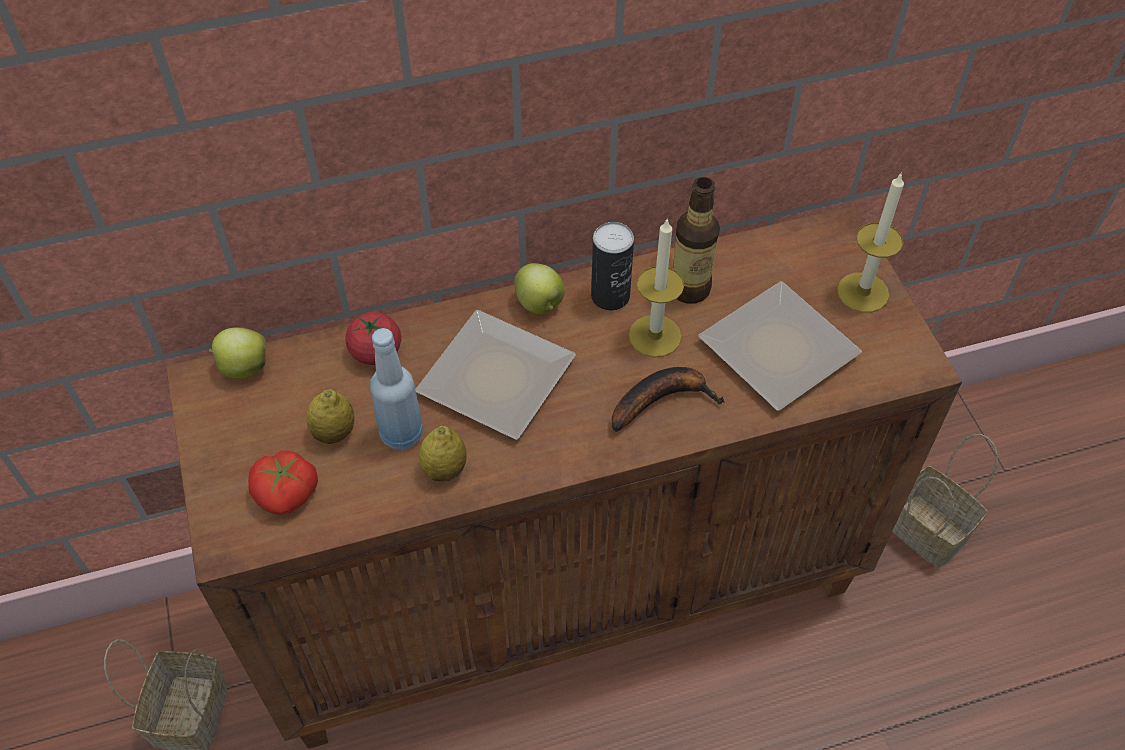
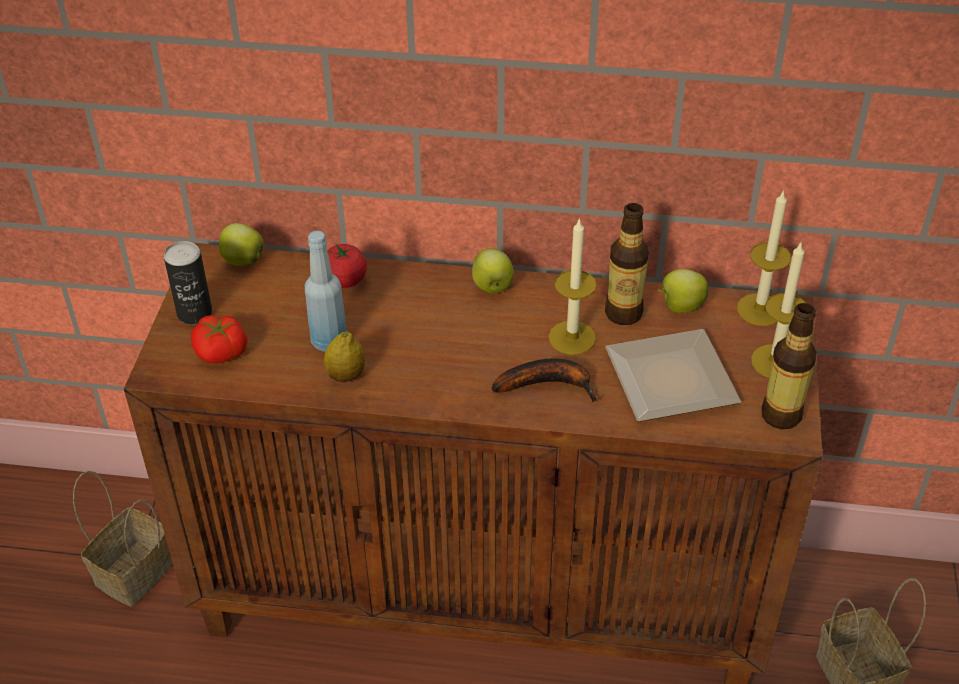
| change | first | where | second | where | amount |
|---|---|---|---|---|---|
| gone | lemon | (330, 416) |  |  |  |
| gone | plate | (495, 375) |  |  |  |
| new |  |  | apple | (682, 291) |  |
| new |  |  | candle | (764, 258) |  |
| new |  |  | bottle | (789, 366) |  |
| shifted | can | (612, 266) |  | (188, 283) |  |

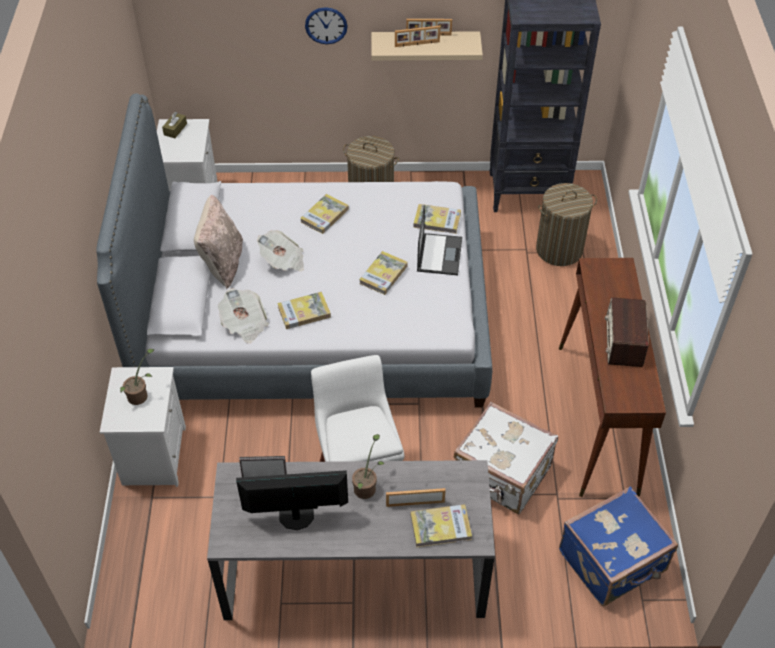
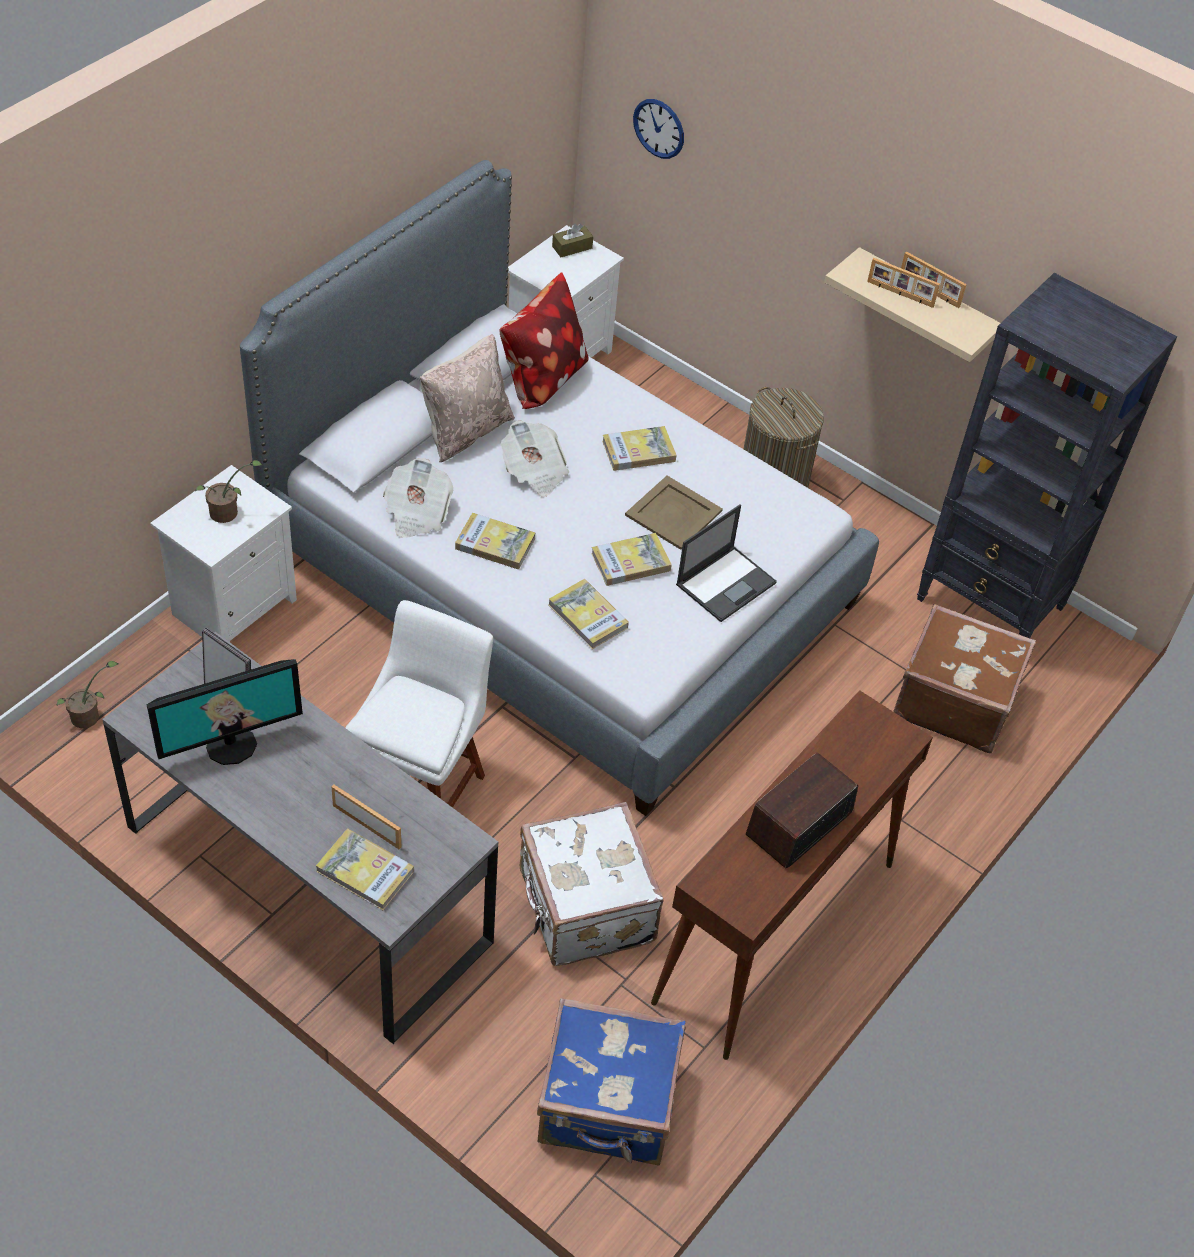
| change | first | where | second | where | amount |
|---|---|---|---|---|---|
| new |  |  | pillow | (544, 340) |  |
| new |  |  | tray in beige | (674, 513) |  |
| shifted | wall clock | (326, 25) |  | (658, 129) |  |
| shifted | potted plant | (368, 466) |  | (87, 694) |  |
| shifted | book | (437, 219) |  | (589, 614) |  |
| swapped | laundry basket | (566, 224) | suitcase in brown | (964, 678) |  |
| rotated | monitor | (292, 500) |  | (225, 712) | 120 degrees clockwise |

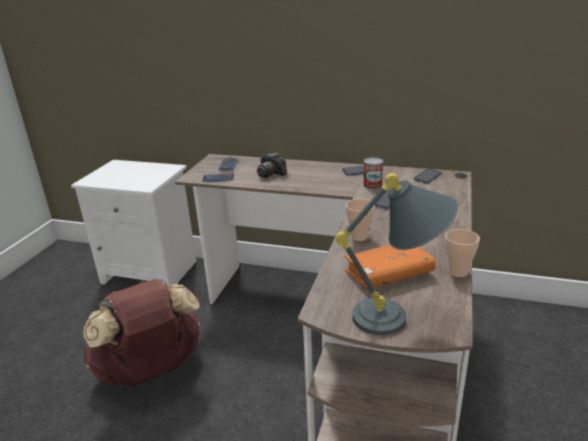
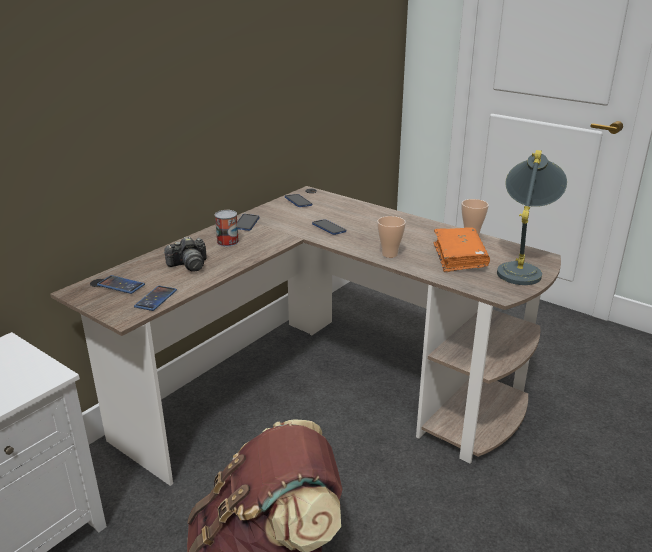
| change | first | where | second | where | amount |
|---|---|---|---|---|---|
| shifted | can | (373, 173) |  | (227, 228) |  |

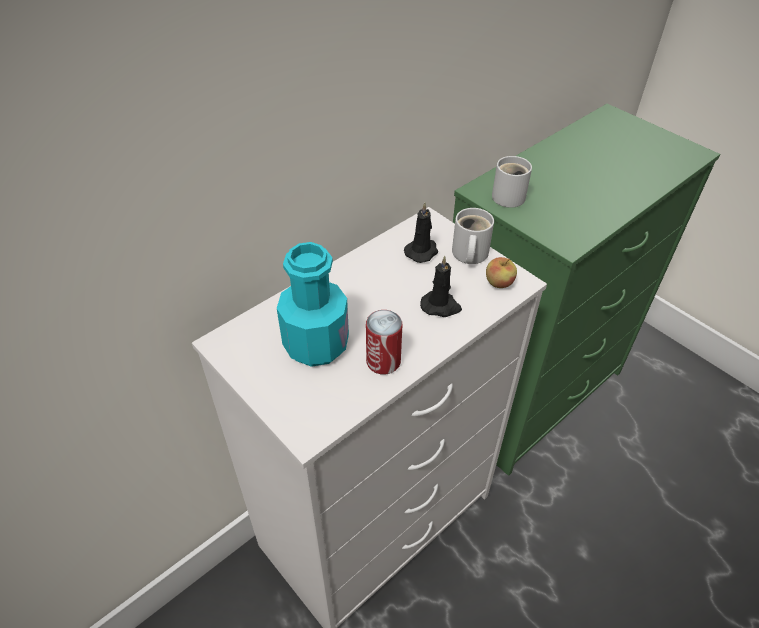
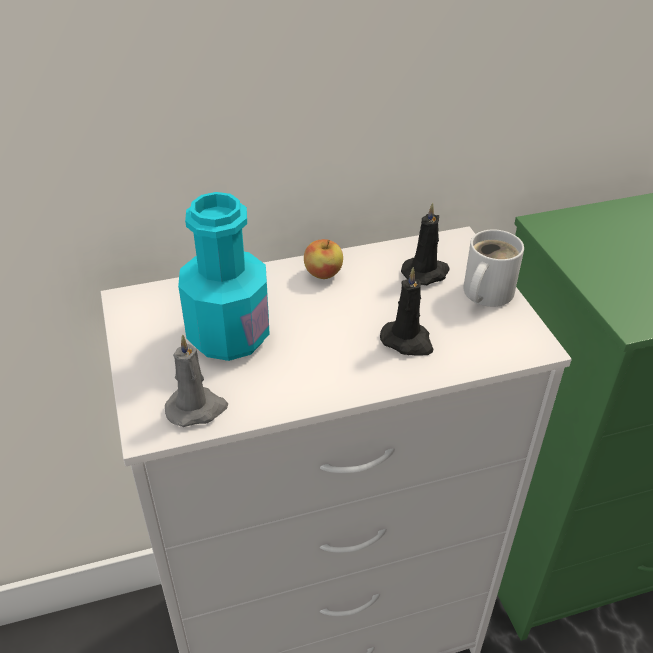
| change | first | where | second | where | amount |
|---|---|---|---|---|---|
| gone | can | (384, 342) |  |  |  |
| gone | mug in white | (512, 182) |  |  |  |
| new |  |  | candle in grey | (196, 381) |  |
| shifted | apple | (501, 272) |  | (323, 259) |  |

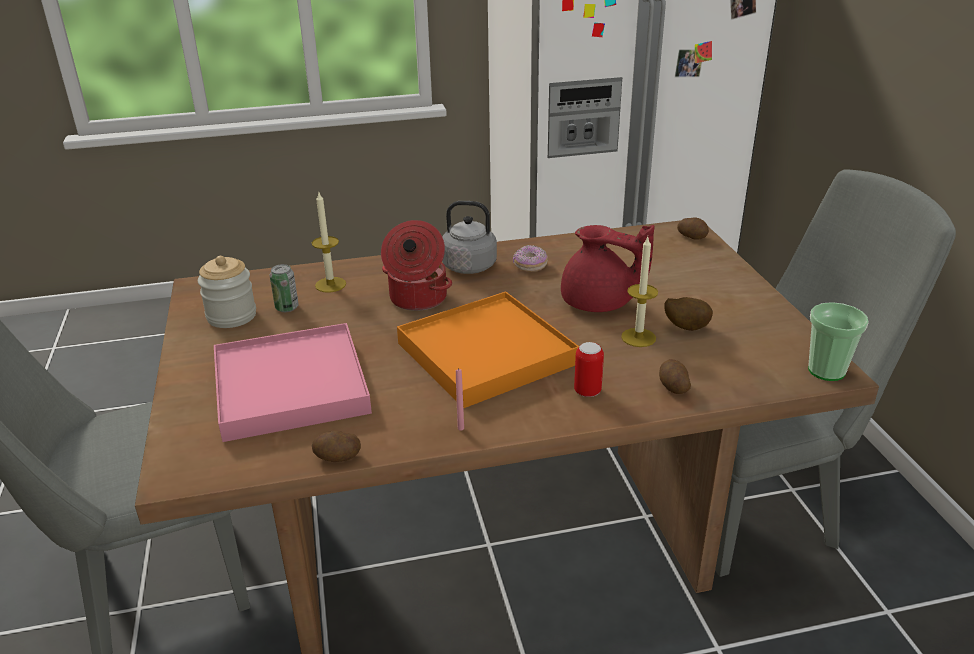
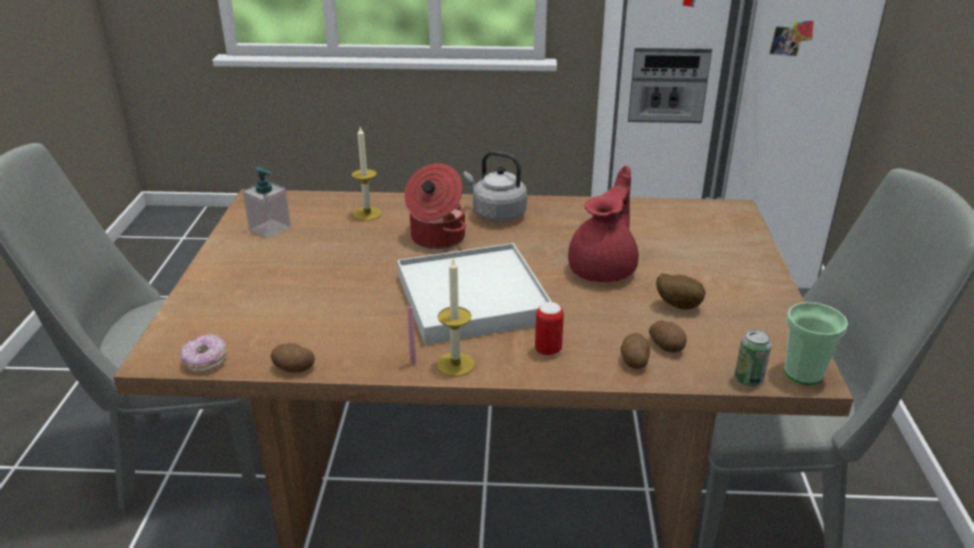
| change | first | where | second | where | amount |
|---|---|---|---|---|---|
| gone | tray in pink | (293, 382) |  |  |  |
| shifted | can | (284, 288) |  | (753, 357) |  |
| shifted | donut | (530, 258) |  | (203, 353) |  |
| shifted | candle | (639, 292) |  | (456, 318) |  |
| shifted | potato | (693, 229) |  | (668, 337) |  |
| swapped | jar | (227, 292) | soap dispenser | (266, 203) |  |
| repainted | tray in orange | (488, 350) | tray in white | (474, 294) |  |
| rotated | teapot in red | (607, 268) |  | (603, 224) | 105 degrees counterclockwise |

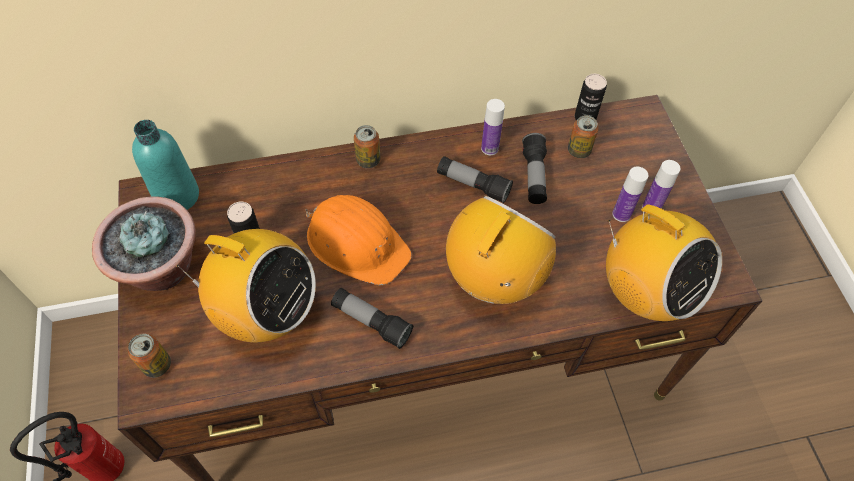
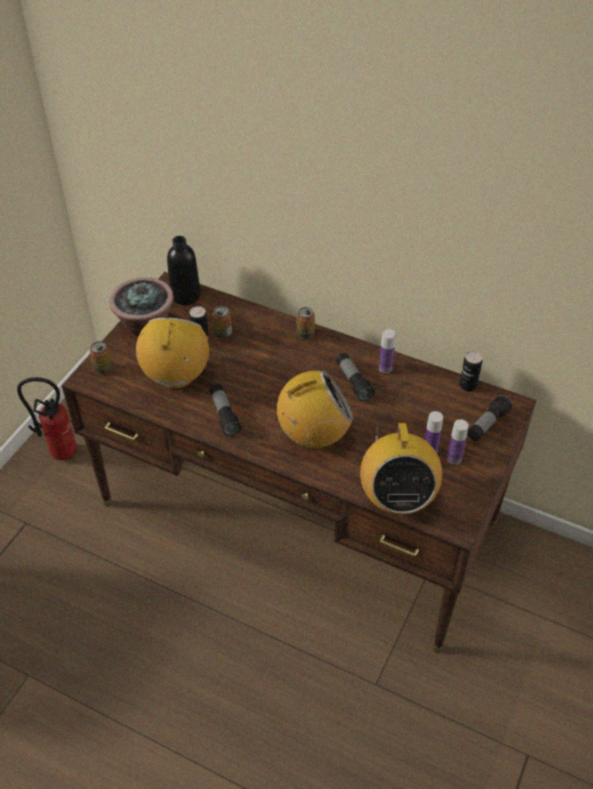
| change | first | where | second | where | amount |
|---|---|---|---|---|---|
| gone | hard hat in orange | (359, 240) |  |  |  |
| shifted | flashlight | (534, 168) |  | (489, 417) |  |
| shifted | can | (583, 136) |  | (222, 322) |  |
| repainted | bottle in turquoise | (165, 165) | bottle in black | (184, 270) |  |
| rotated | radio | (246, 285) |  | (172, 353) | 150 degrees counterclockwise |

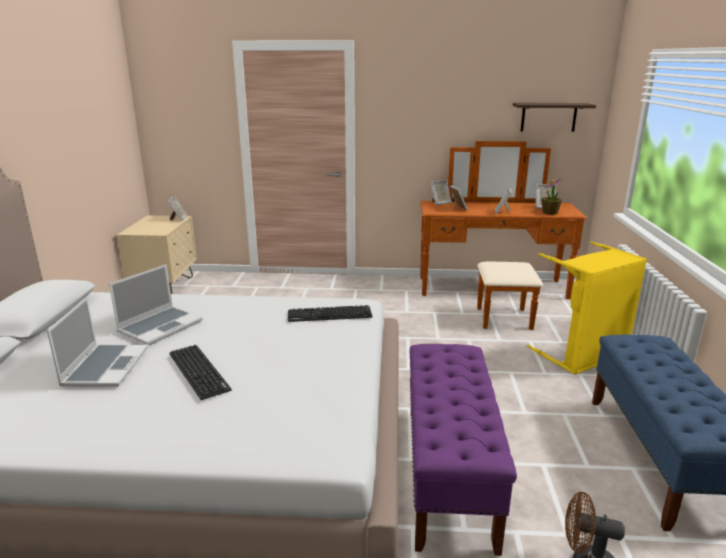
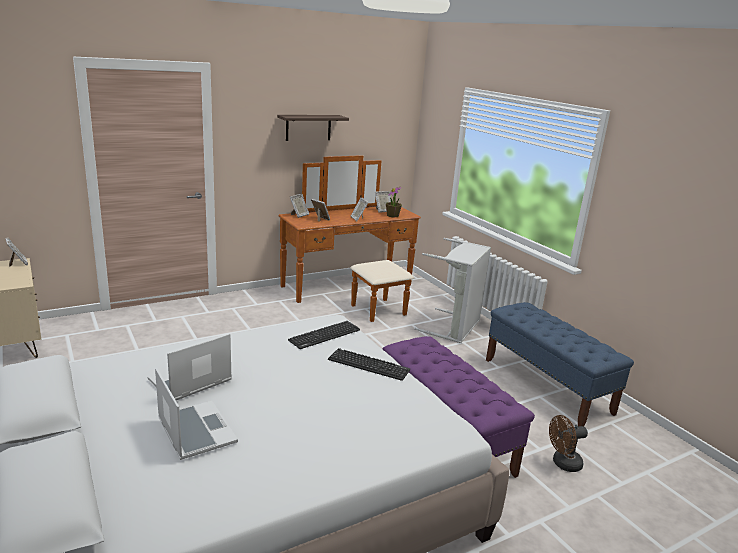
| change | first | where | second | where | amount |
|---|---|---|---|---|---|
| shifted | keyboard | (200, 372) |  | (369, 364) |  |
| shifted | shelf | (554, 117) |  | (313, 128) |  |
| repainted | laundry basket in yellow | (587, 308) | laundry basket in grey | (452, 290) |  |
| rotated | laptop | (155, 304) |  | (190, 366) | 135 degrees counterclockwise |

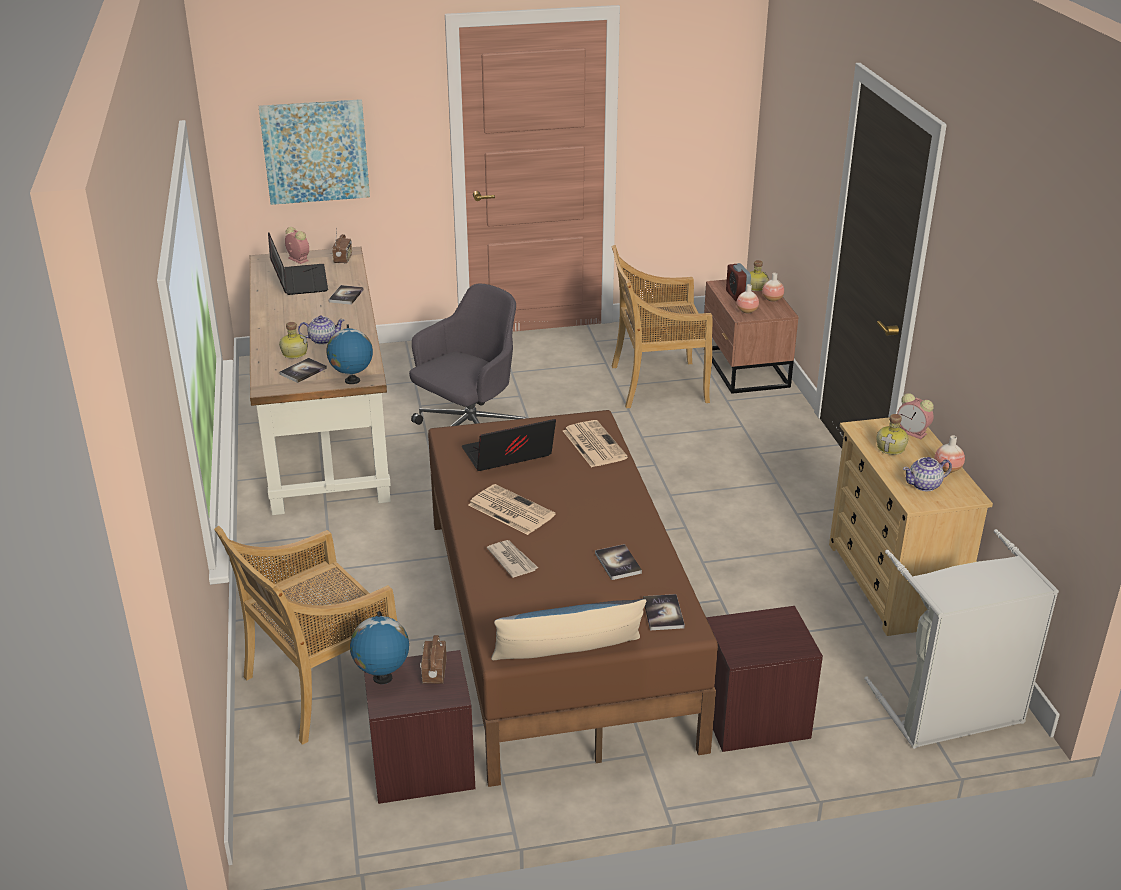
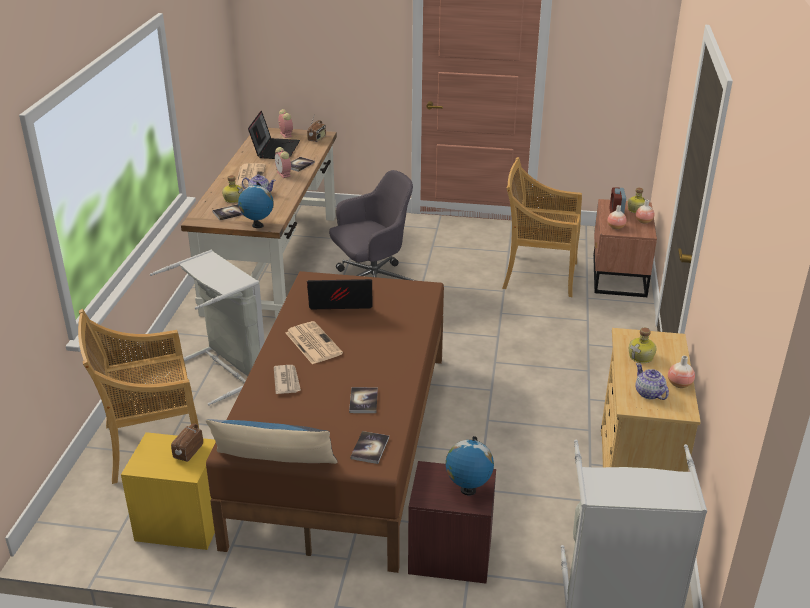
| change | first | where | second | where | amount |
|---|---|---|---|---|---|
| gone | picture | (314, 152) |  |  |  |
| new |  |  | laundry basket in grey | (207, 328) |  |
| shifted | globe | (379, 647) |  | (470, 466) |  |
| shifted | newspaper | (595, 443) |  | (251, 175) |  |
| shifted | alarm clock | (915, 416) |  | (283, 162) |  |
| repainted | nightstand in brown | (419, 727) | nightstand in yellow | (168, 491) |  |
| rotated | teapot | (927, 474) |  | (652, 381) | 60 degrees clockwise |

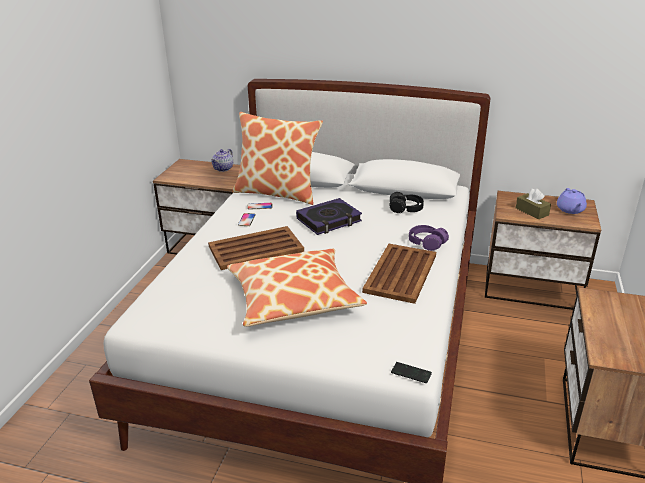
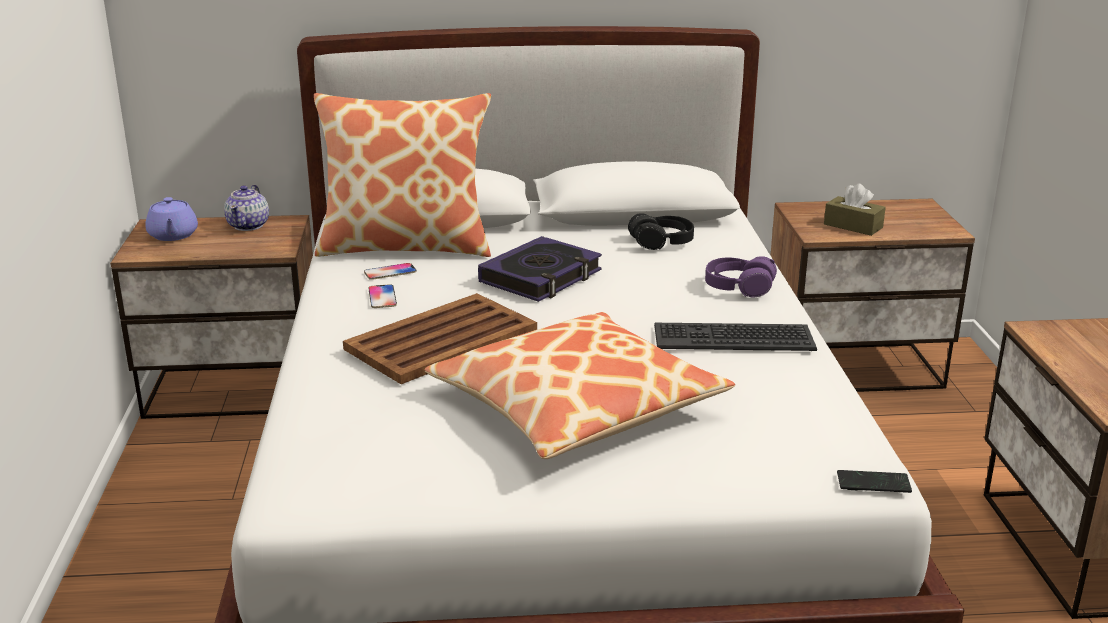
| change | first | where | second | where | amount |
|---|---|---|---|---|---|
| shifted | teapot in purple | (572, 201) |  | (171, 219) |  |
| swapped | tray in brown | (399, 274) | keyboard | (735, 337) |  |

